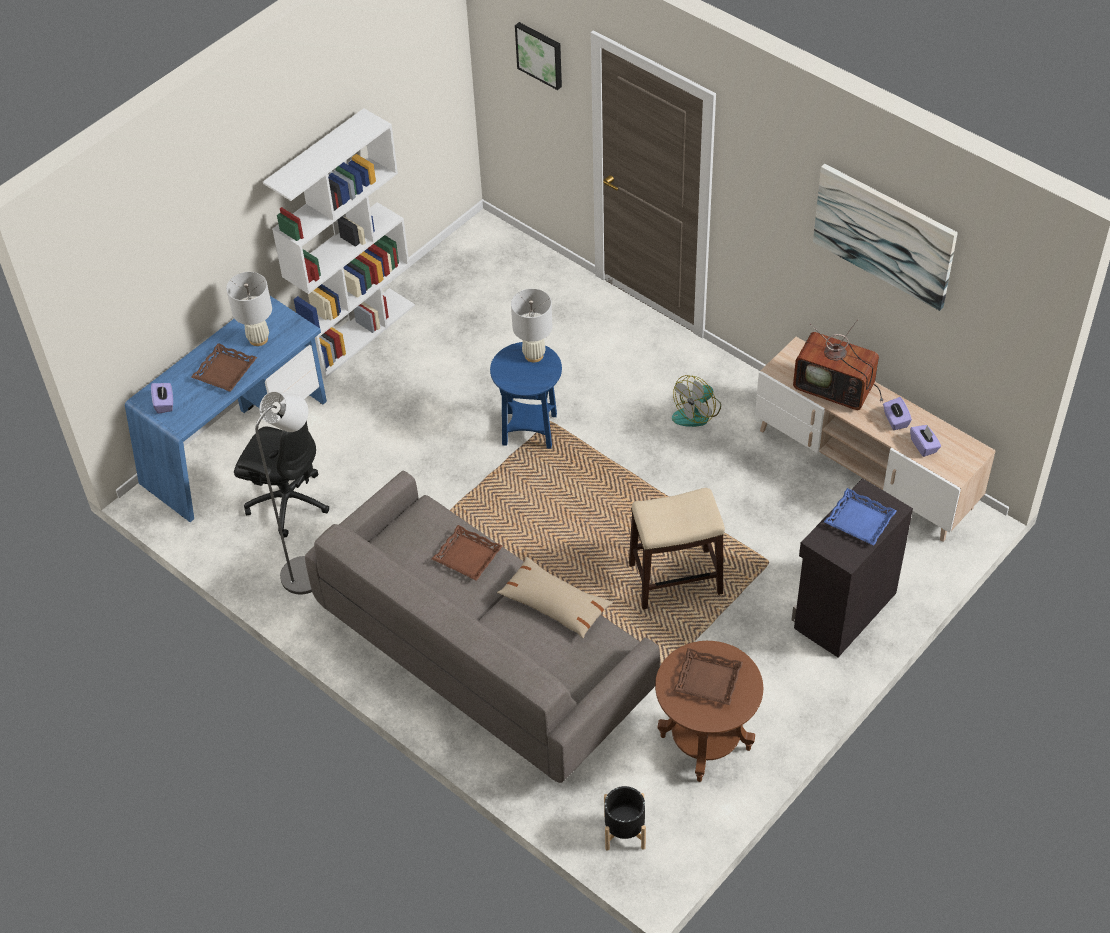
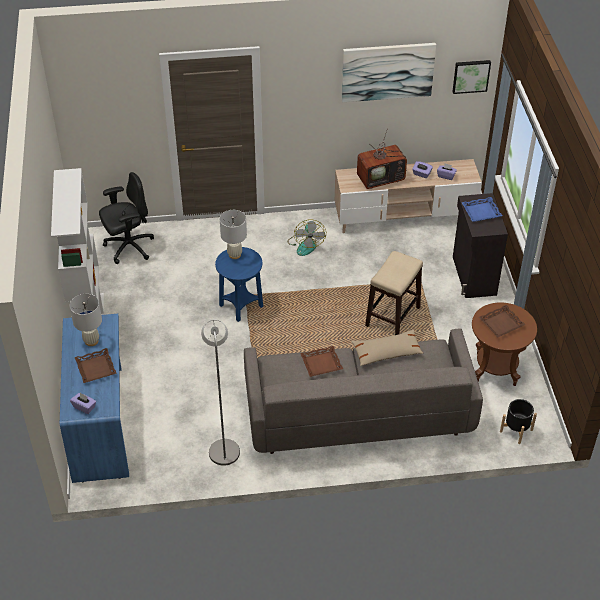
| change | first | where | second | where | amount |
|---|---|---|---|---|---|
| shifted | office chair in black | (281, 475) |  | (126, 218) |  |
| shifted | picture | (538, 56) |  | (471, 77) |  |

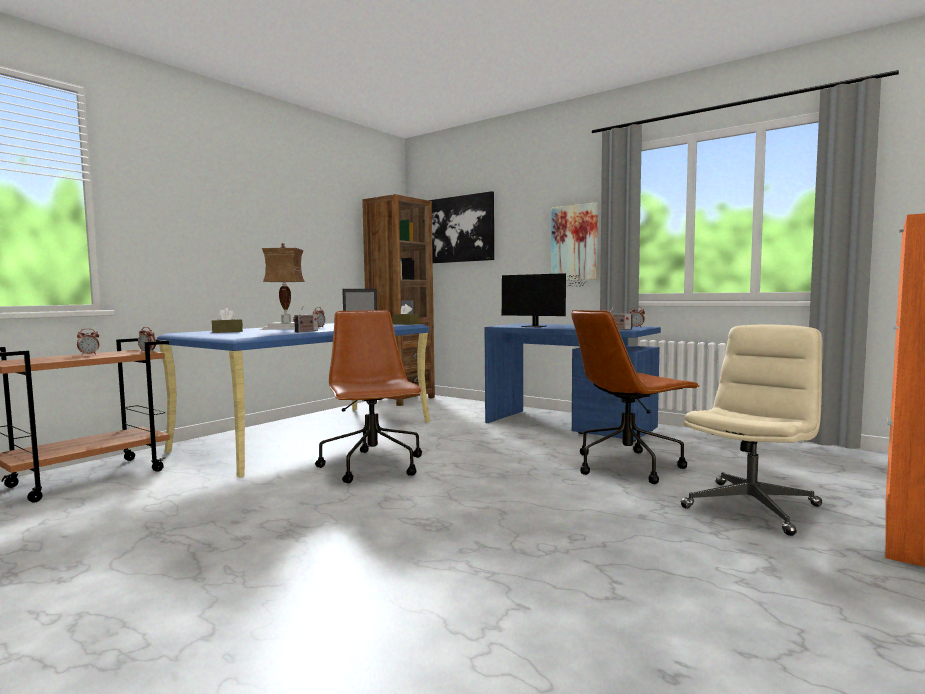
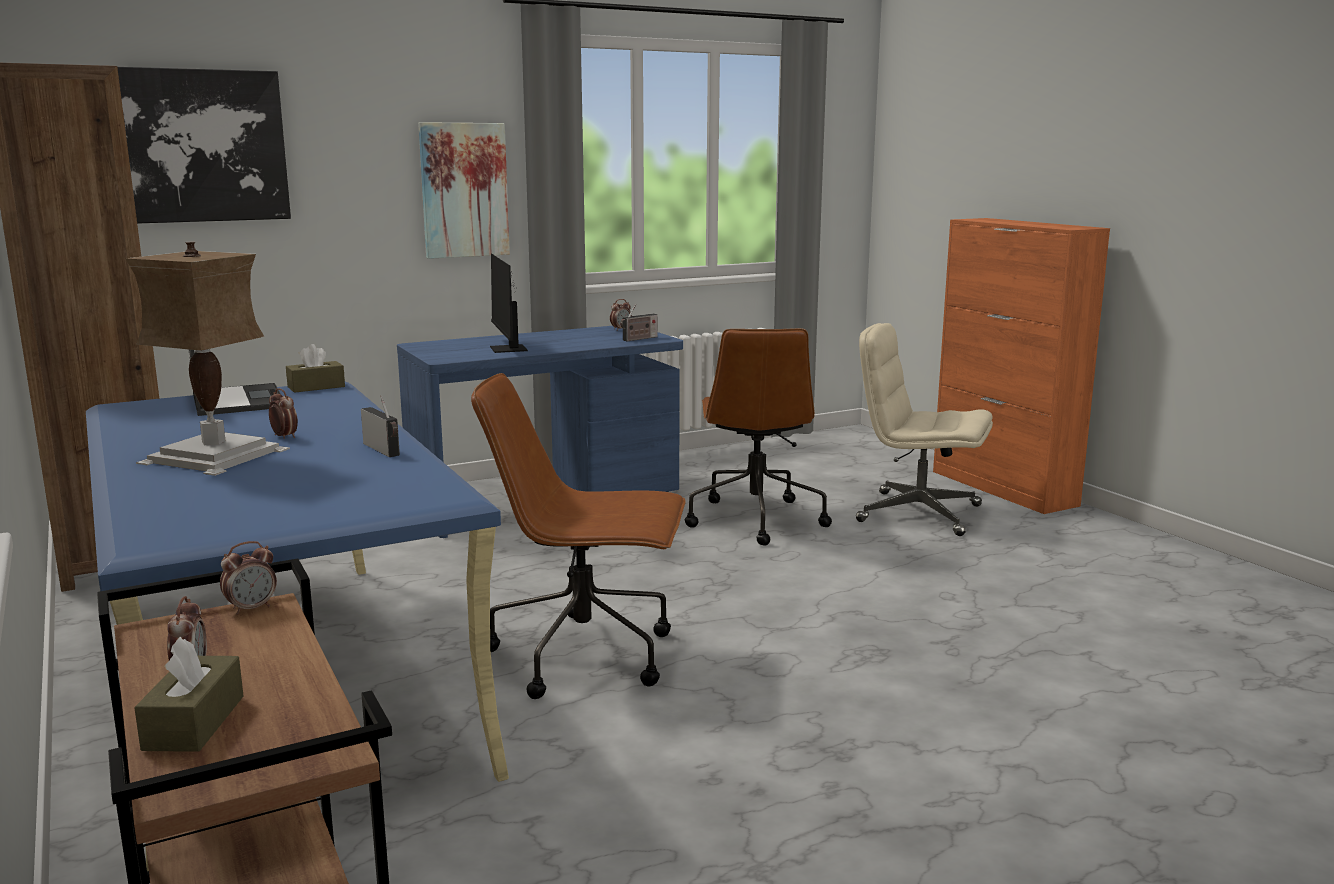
| change | first | where | second | where | amount |
|---|---|---|---|---|---|
| shifted | tissue box in brown | (227, 320) |  | (188, 694) |  |
| rotated | monitor | (545, 300) |  | (509, 303) | 105 degrees clockwise |
| rotated | office chair in beige | (751, 430) |  | (924, 429) | 45 degrees counterclockwise |

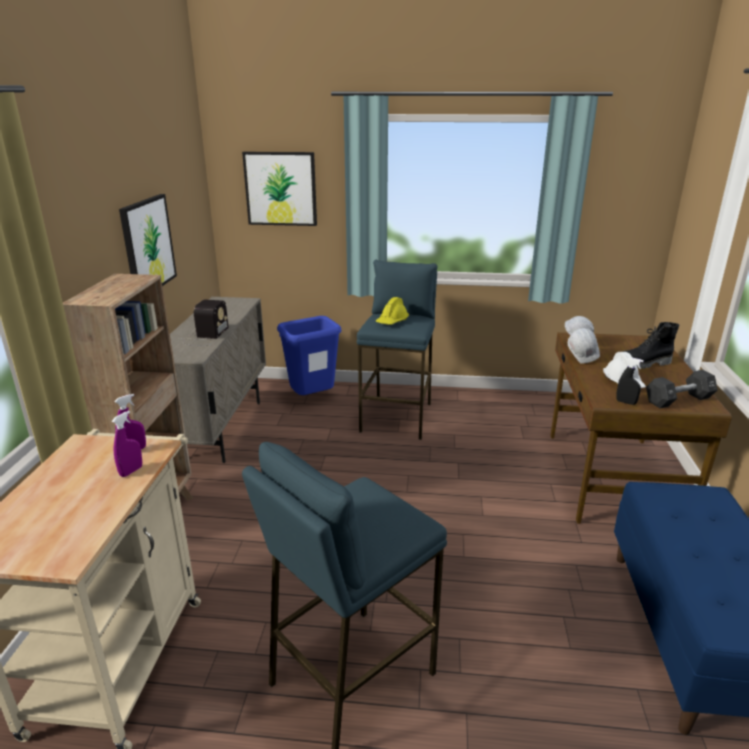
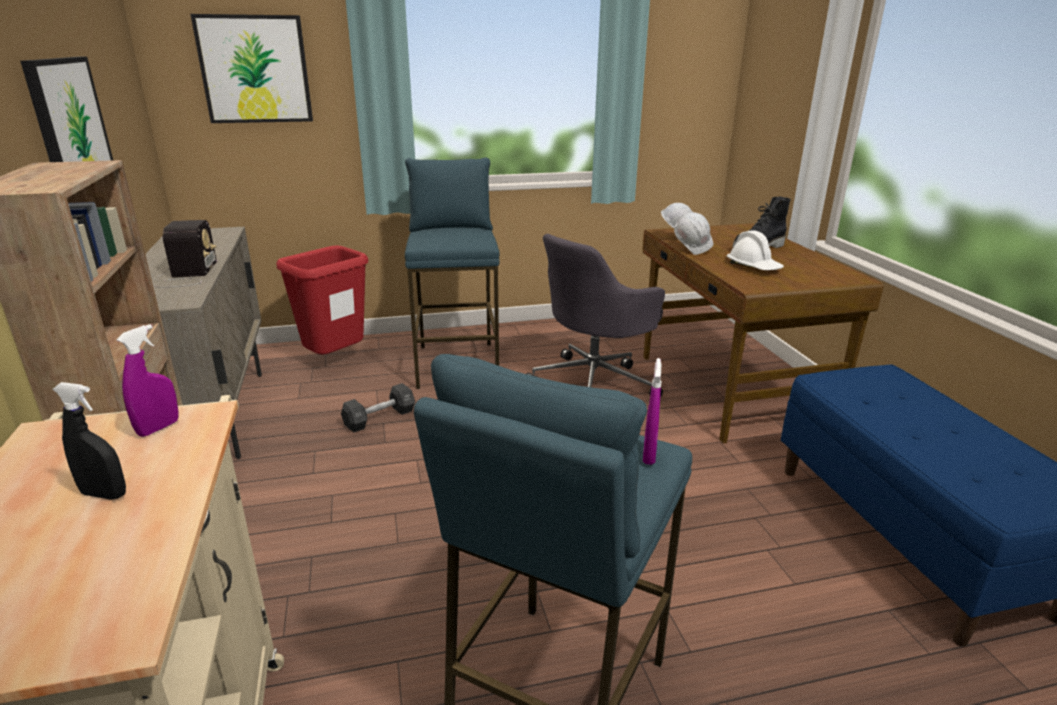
| change | first | where | second | where | amount |
|---|---|---|---|---|---|
| gone | hard hat in yellow | (392, 311) |  |  |  |
| new |  |  | office chair in grey | (595, 316) |  |
| shifted | spray bottle in purple | (127, 444) |  | (652, 411) |  |
| shifted | spray bottle in black | (630, 381) |  | (89, 441) |  |
| shifted | dumbbell in black | (682, 389) |  | (378, 407) |  |
| repainted | trash can in blue | (309, 355) | trash can in red | (322, 299) |  |

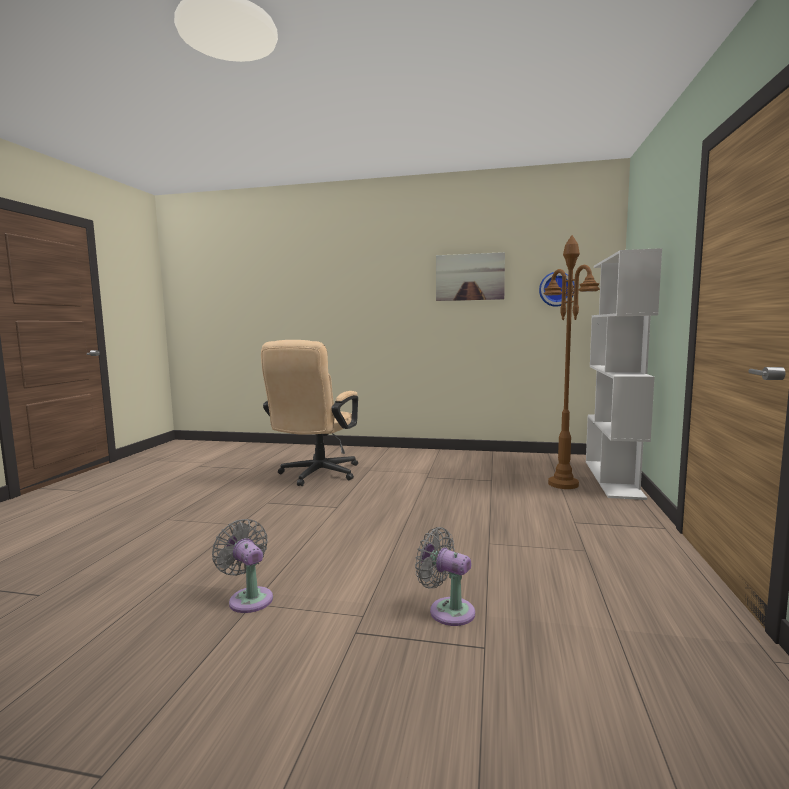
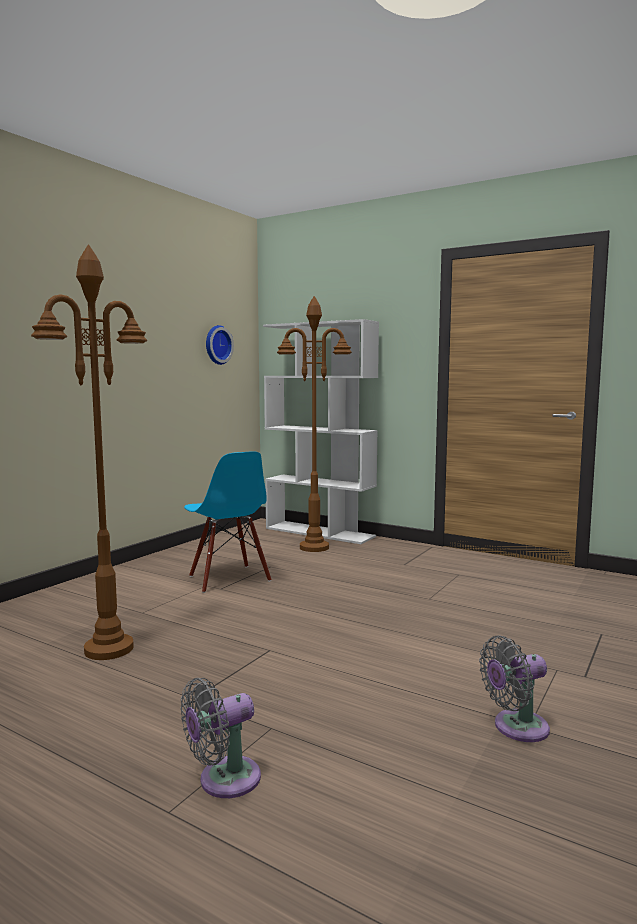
| change | first | where | second | where | amount |
|---|---|---|---|---|---|
| gone | picture | (470, 276) |  |  |  |
| new |  |  | chair in blue | (228, 522) |  |
| shifted | fan in grey | (445, 576) |  | (221, 738) |  |
| swapped | office chair in beige | (309, 413) | floor lamp in brown | (89, 452) |  |

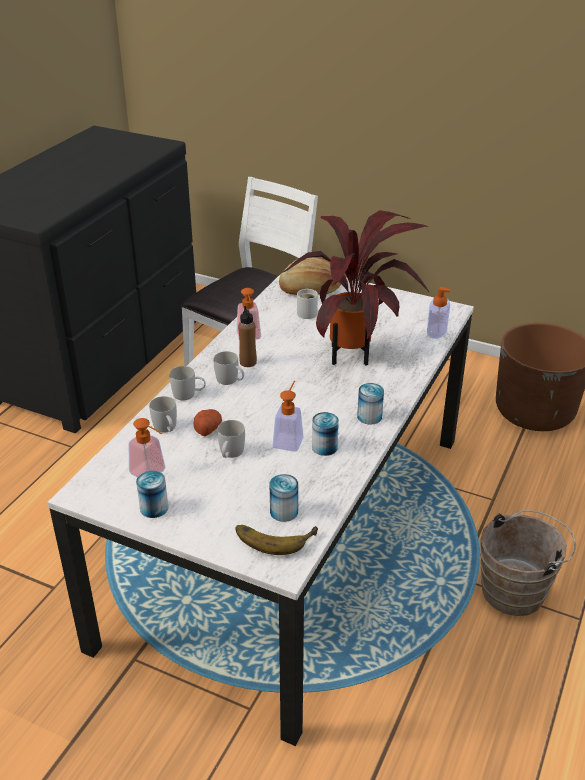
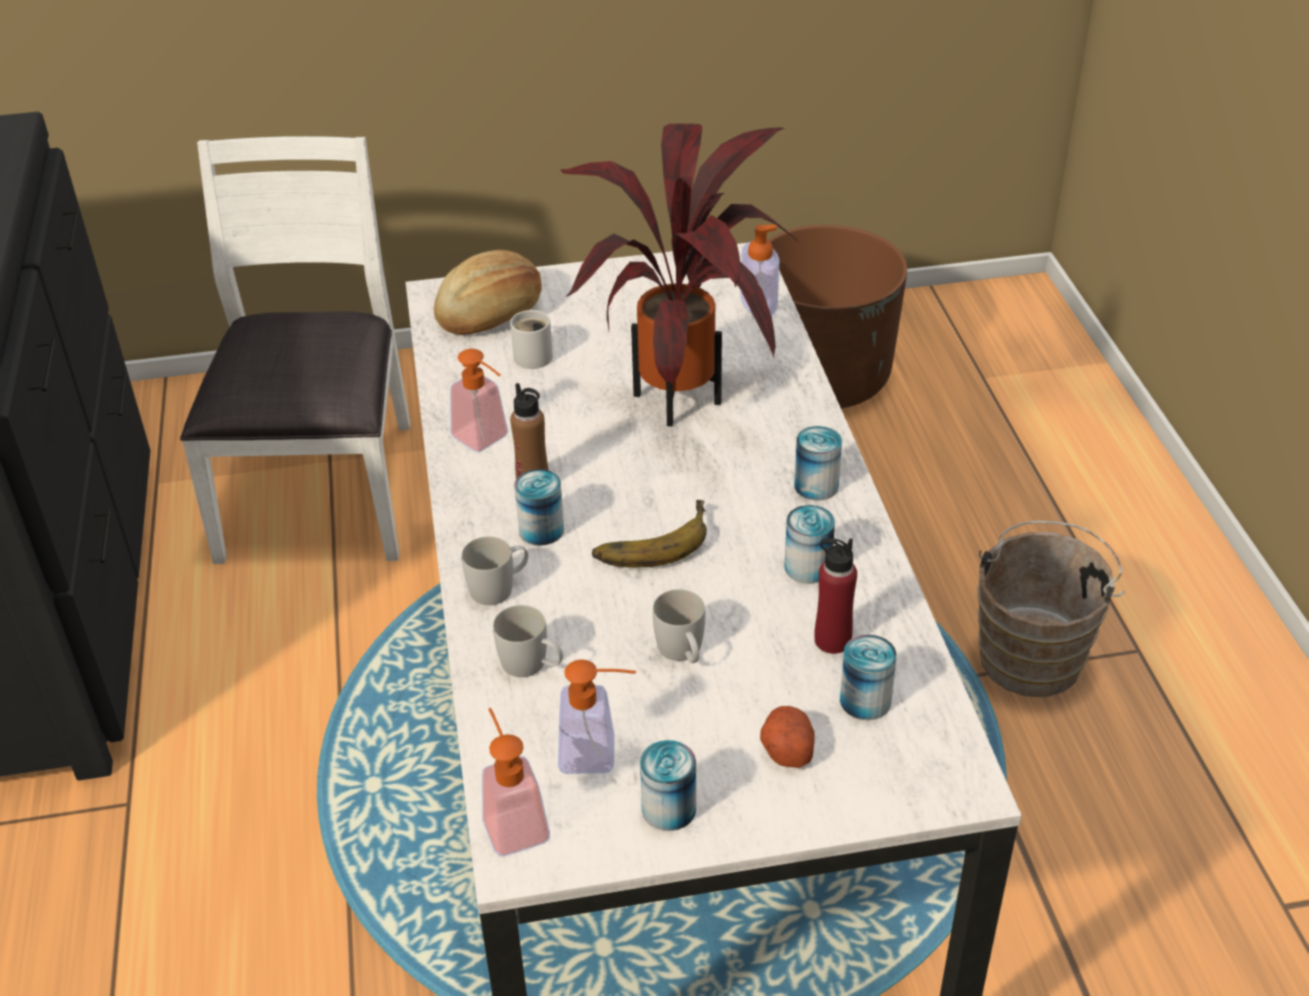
| change | first | where | second | where | amount |
|---|---|---|---|---|---|
| new |  |  | bottle in red | (836, 596) |  |
| shifted | potato | (207, 422) |  | (787, 737) |  |
| shifted | banana | (276, 540) |  | (649, 534) |  |
| shifted | soap dispenser | (288, 416) |  | (516, 782) |  |
| swapped | mug in white | (229, 368) | can | (539, 507) |  |

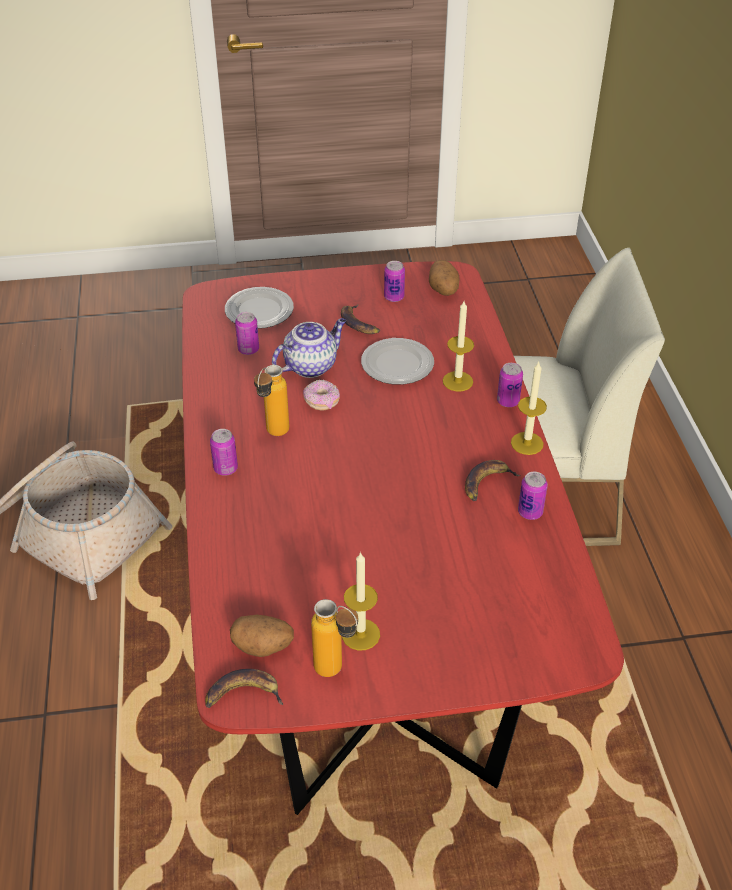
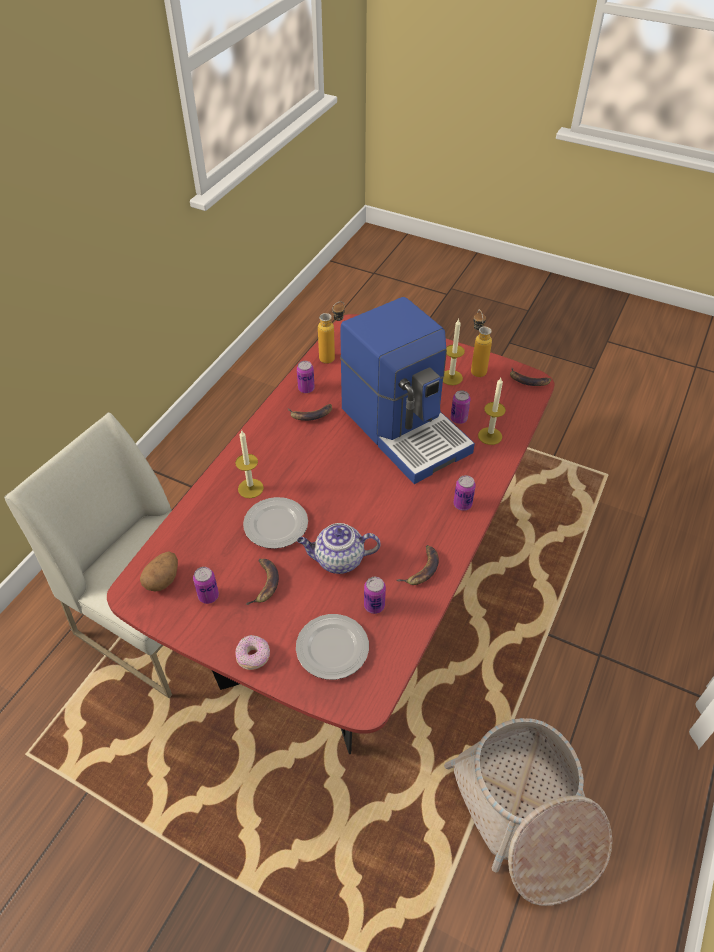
| change | first | where | second | where | amount |
|---|---|---|---|---|---|
| gone | potato | (262, 636) |  |  |  |
| new |  |  | coffee machine | (407, 390) |  |
| new |  |  | banana | (418, 565) |  |
| shifted | bottle | (271, 400) |  | (331, 332) |  |
| shifted | donut | (321, 395) |  | (252, 652) |  |
| shifted | can | (510, 385) |  | (460, 407) |  |
| shifted | candle | (529, 408) |  | (492, 411) |  |

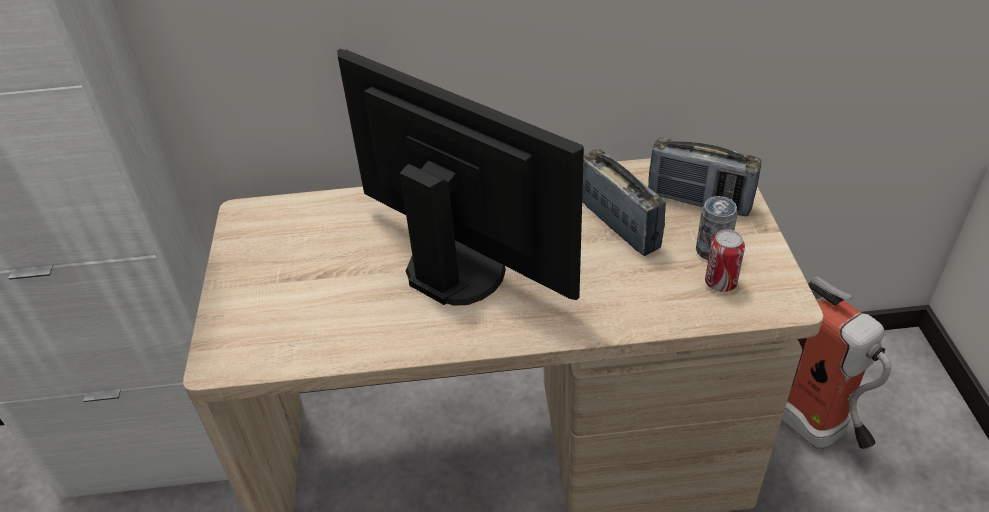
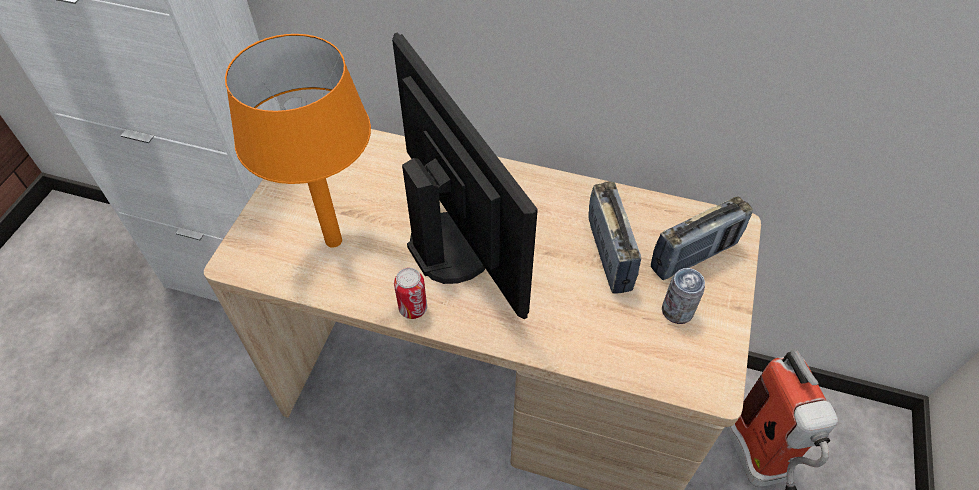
| change | first | where | second | where | amount |
|---|---|---|---|---|---|
| new |  |  | table lamp in orange | (298, 141) |  |
| shifted | can | (725, 260) |  | (410, 293) |  |
| rotated | radio | (705, 177) |  | (702, 238) | 75 degrees counterclockwise |

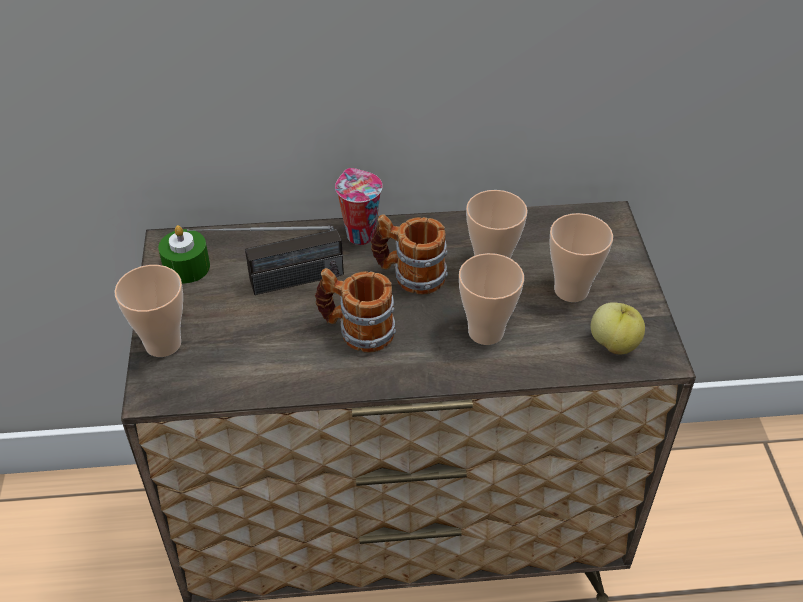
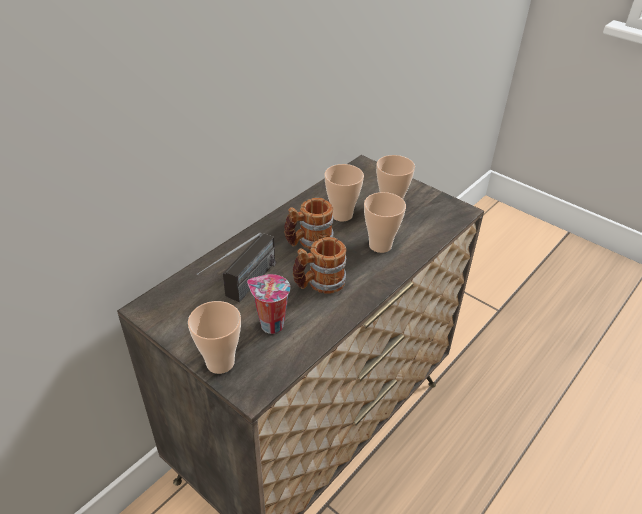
| change | first | where | second | where | amount |
|---|---|---|---|---|---|
| gone | candle in green | (184, 254) |  |  |  |
| gone | apple | (617, 328) |  |  |  |
| shifted | cup | (358, 206) |  | (268, 304) |  |

